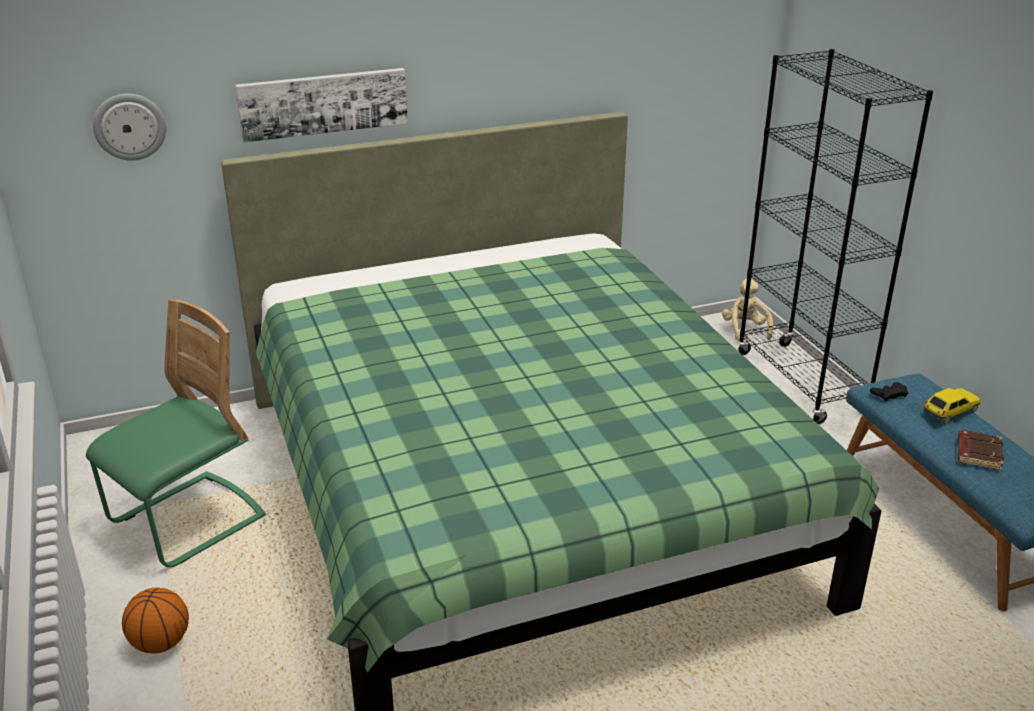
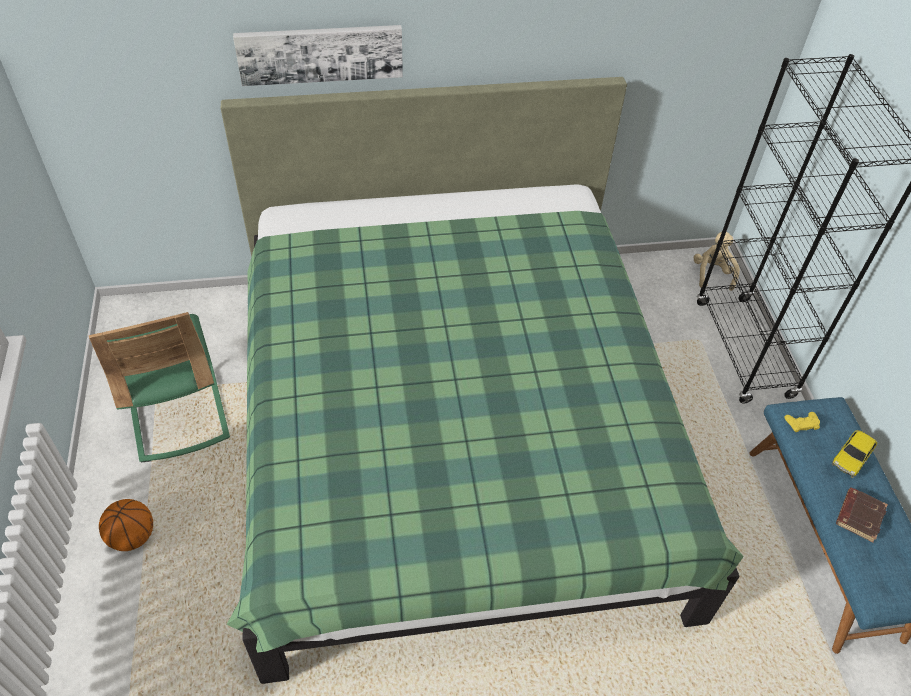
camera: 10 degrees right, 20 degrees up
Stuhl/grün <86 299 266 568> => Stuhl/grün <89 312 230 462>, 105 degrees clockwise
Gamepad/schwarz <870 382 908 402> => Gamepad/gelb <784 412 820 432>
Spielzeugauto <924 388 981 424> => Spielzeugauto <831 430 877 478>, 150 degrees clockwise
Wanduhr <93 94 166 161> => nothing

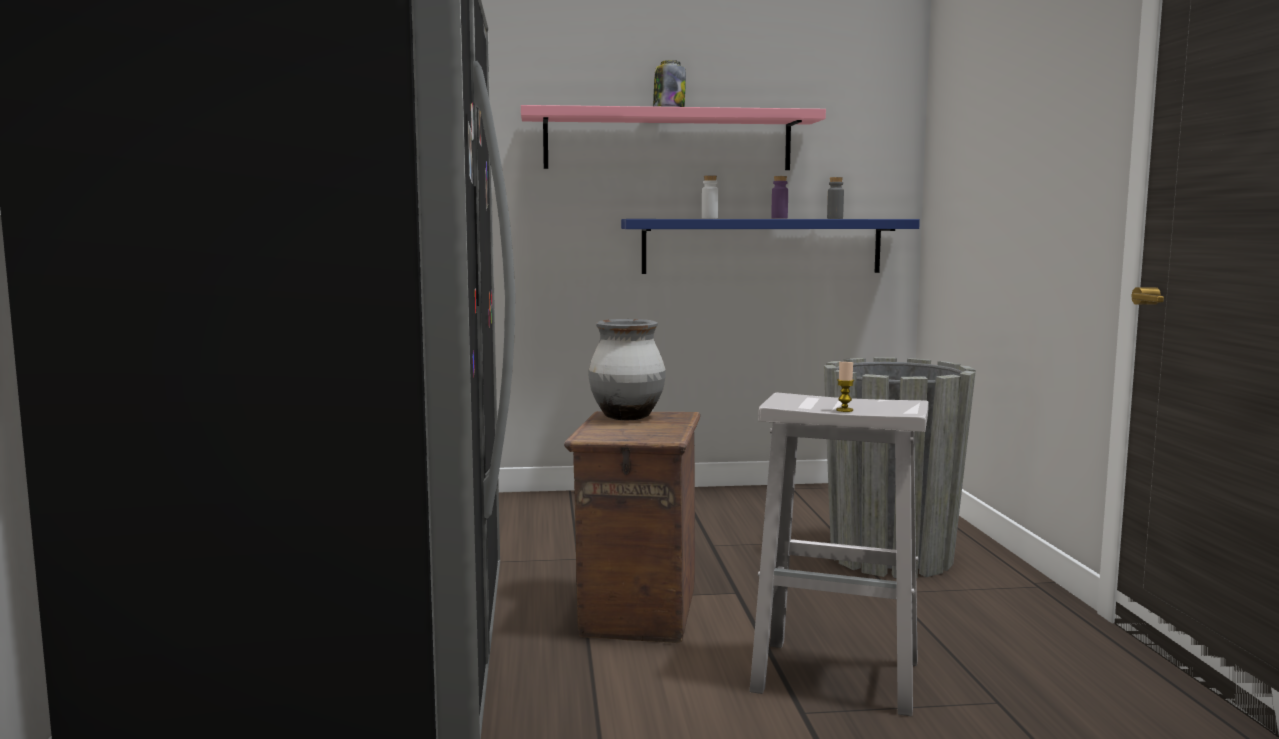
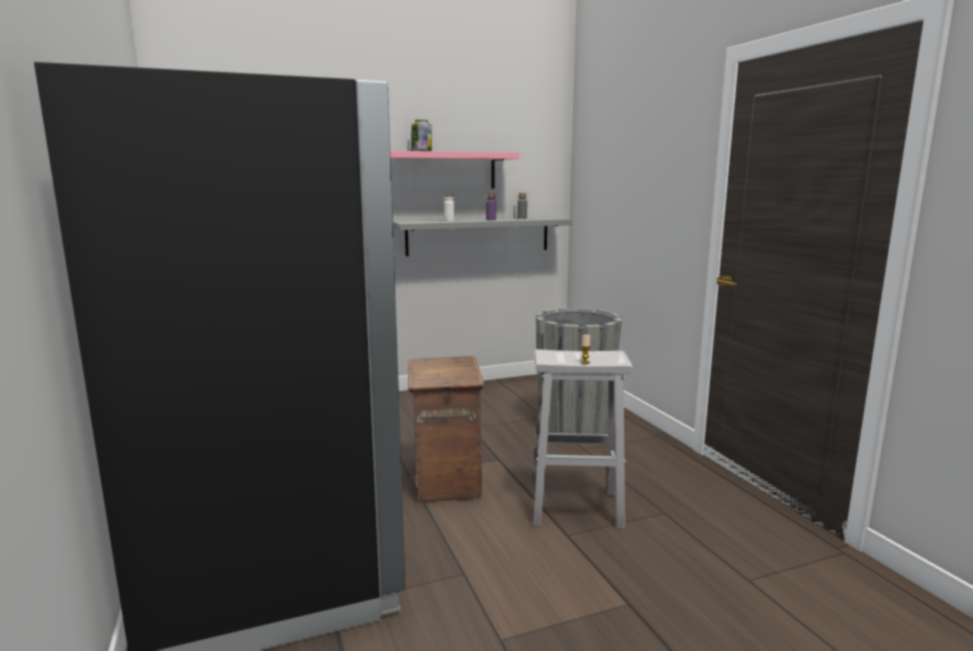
camera: 15 degrees left, 5 degrees up
Wandregal/blau <621 219 920 274> => Wandregal/grau <393 217 573 256>
Vase/grau <589 319 666 420> => nothing

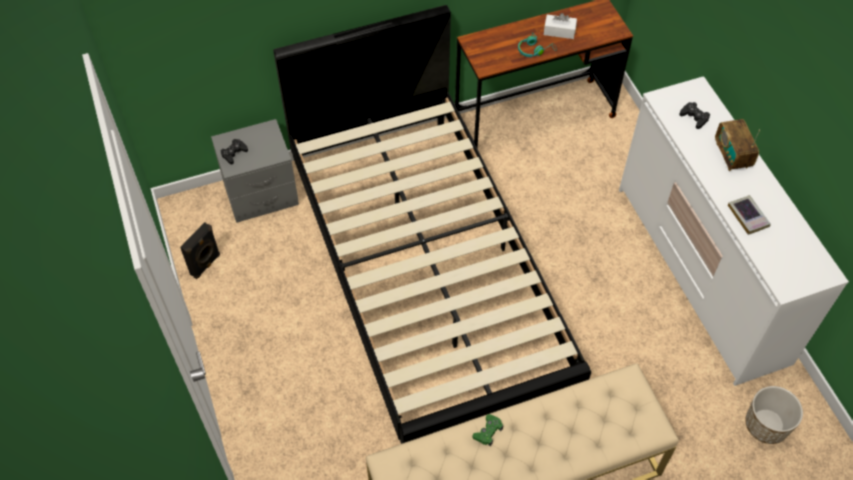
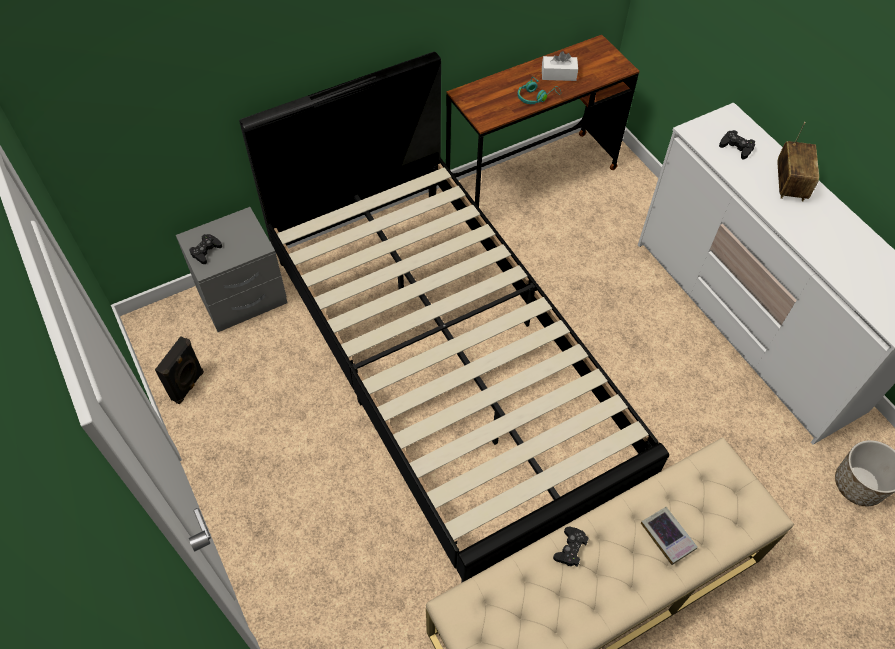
camera: 10 degrees left, 0 degrees up
Gamepad/grün <473 414 503 446> => Gamepad/schwarz <553 527 589 567>
Buch <728 195 771 235> => Buch <641 507 698 565>, relocated
Radio <715 119 760 171> => Radio <778 122 819 201>, 150 degrees counterclockwise

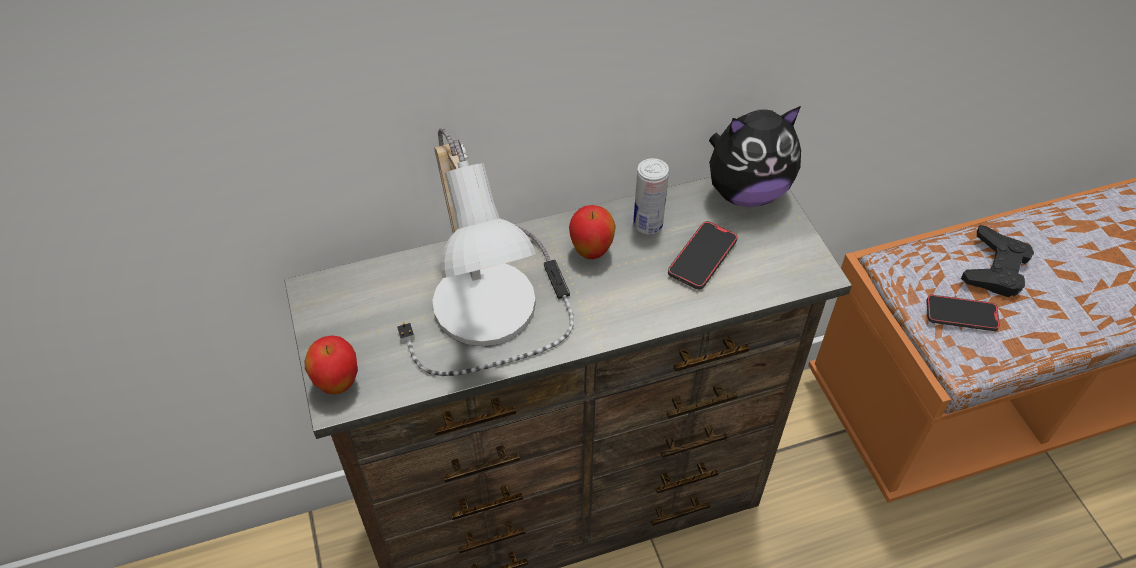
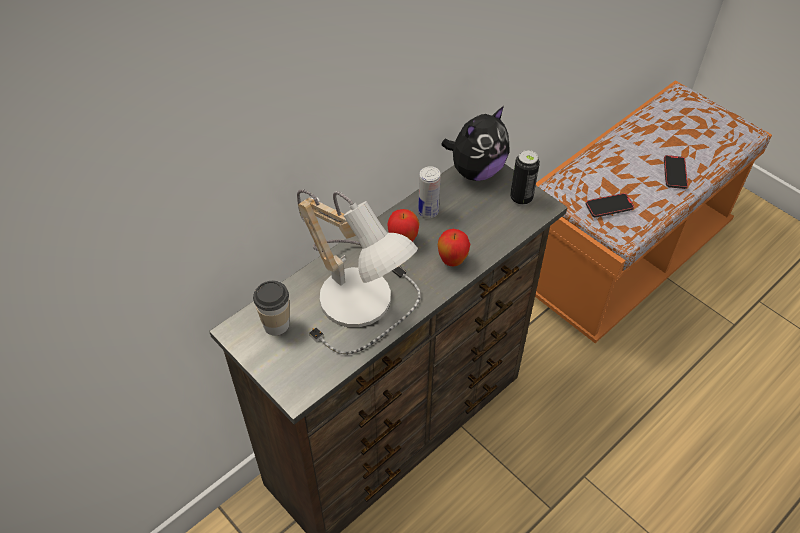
camera: 25 degrees left, 0 degrees up
nothing => Tasse <253 281 290 336>
Apfel <305 335 358 394> => Apfel <438 229 470 267>, relocated
nothing => Dose <510 150 540 205>
Handy <668 221 738 290> => Handy <664 155 688 189>, relocated
Gamepad/schwarz <961 225 1034 297> => nothing

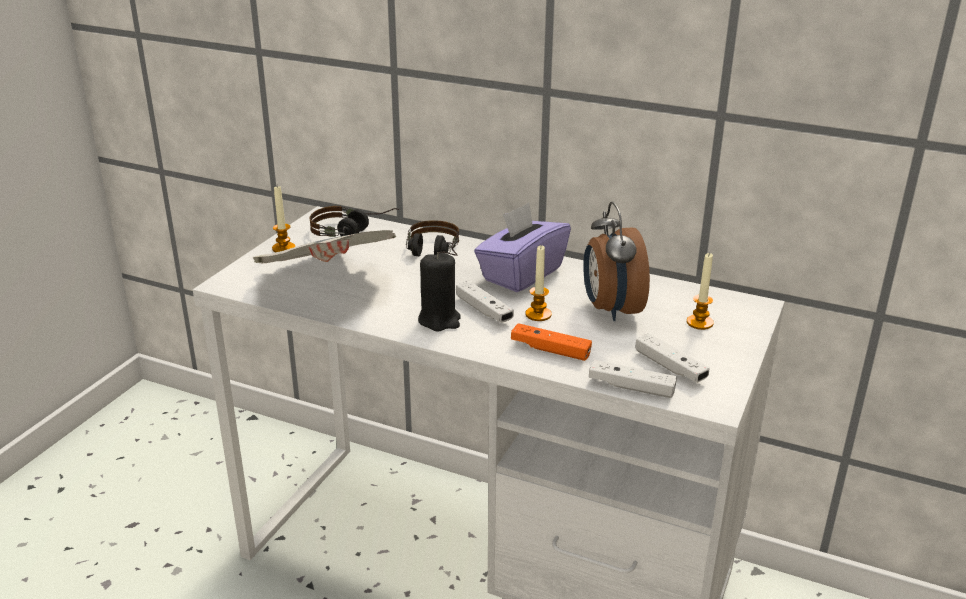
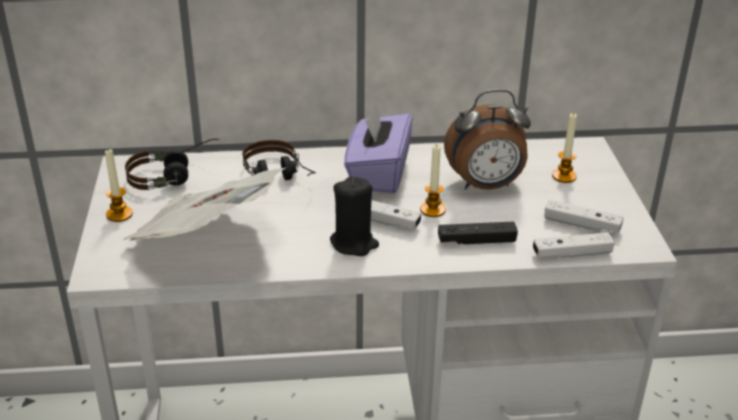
camera: 30 degrees left, 5 degrees up
Gamepad/orange <511 323 592 361> => Gamepad/schwarz <438 222 518 244>
Wecker <583 201 650 321> => Wecker <444 89 531 190>, 60 degrees counterclockwise

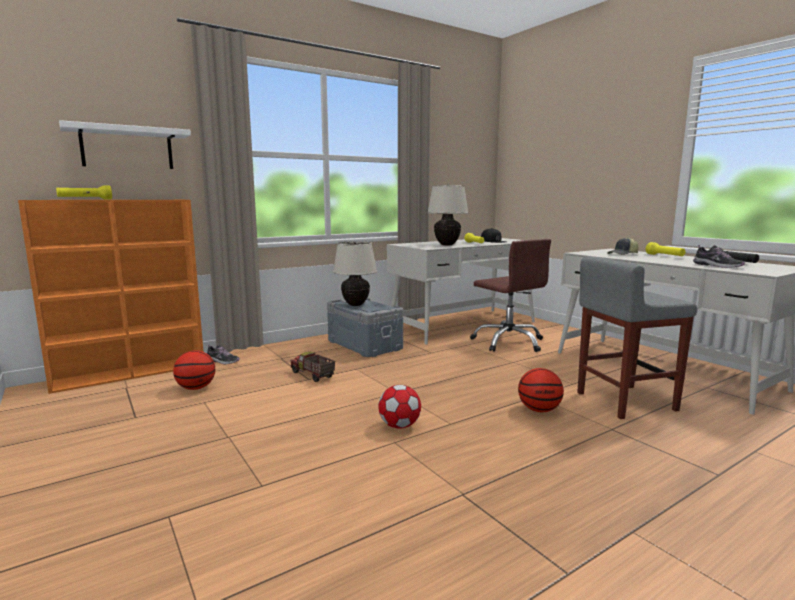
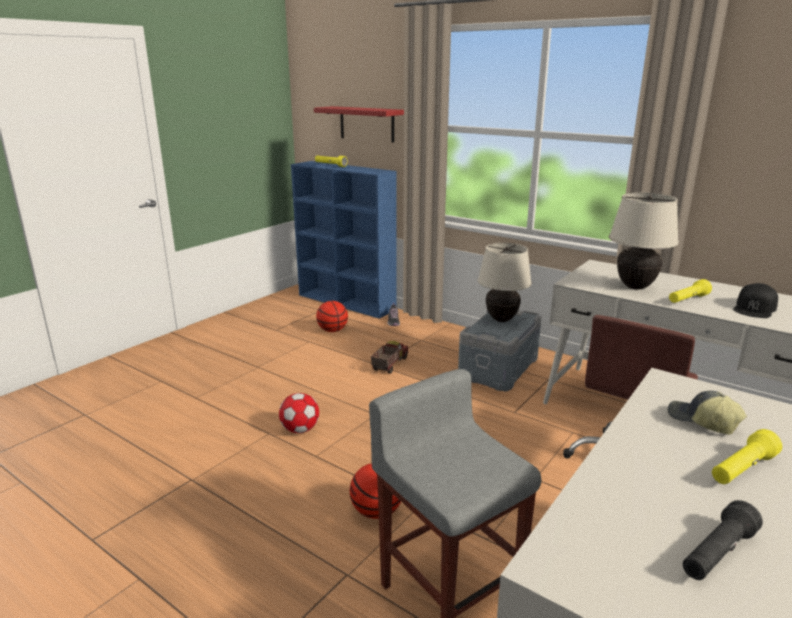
camera: 70 degrees right, 10 degrees up
Bücherregal/orange <18 200 204 394> => Bücherregal/blau <291 161 397 319>
Wandregal/weiß <59 120 191 169> => Wandregal/rot <314 106 404 143>
Schuh <693 245 745 268> => nothing

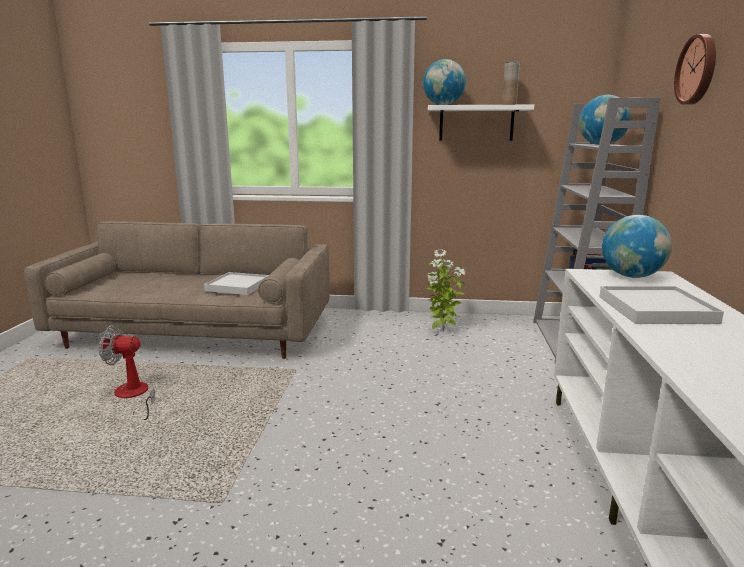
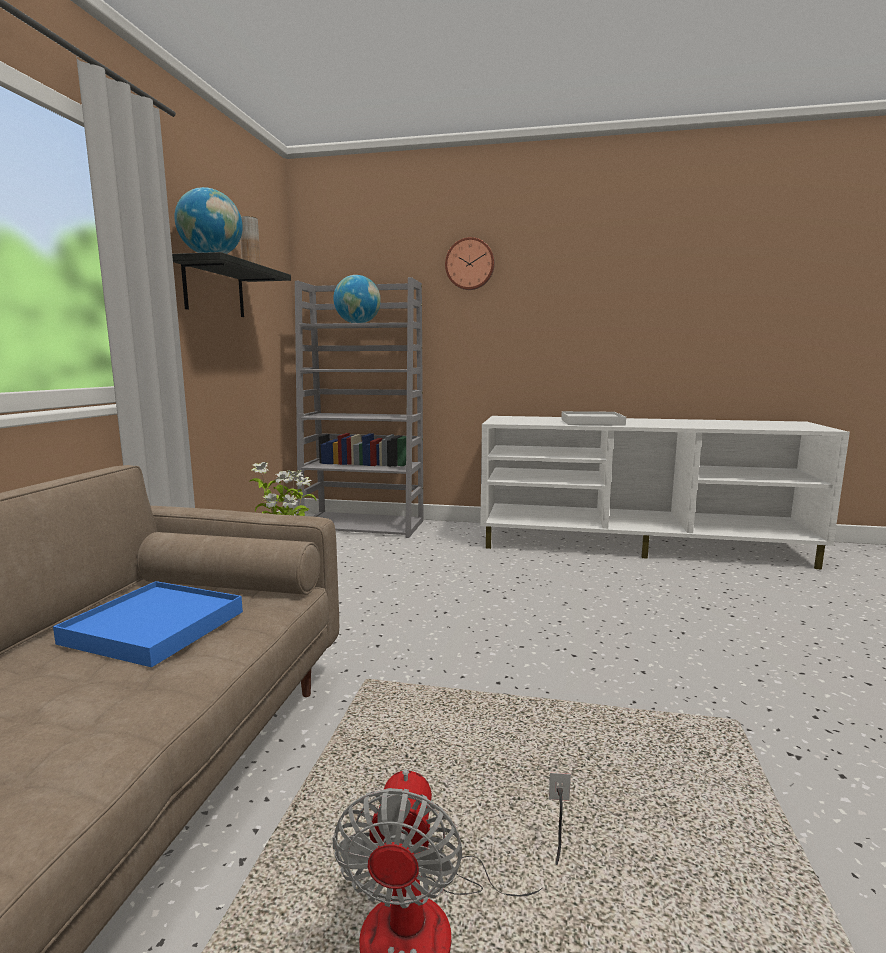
camera: 85 degrees left, 5 degrees down
Tablett/weiß <204 272 269 295> => Tablett/blau <53 581 243 667>
Wandregal/weiß <428 105 534 141> => Wandregal/schwarz <172 252 291 317>
Globus <602 215 672 278> => nothing

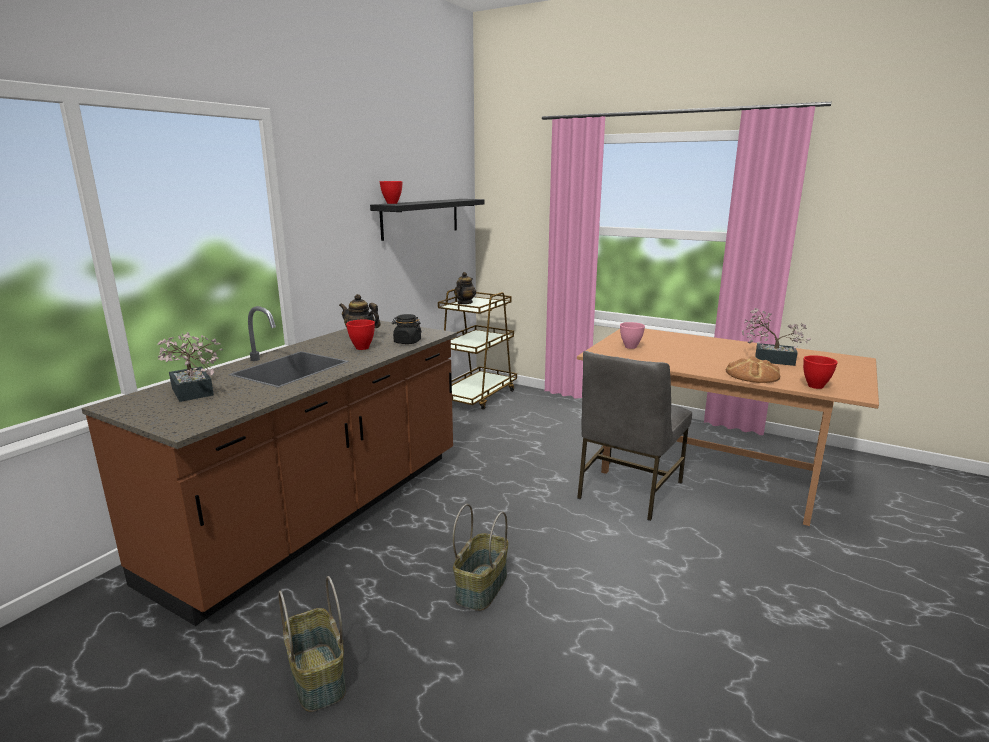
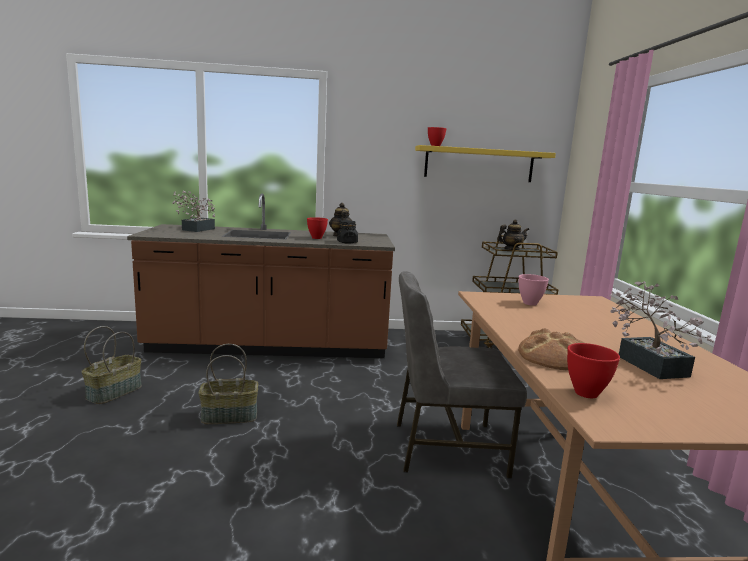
camera: 55 degrees right, 5 degrees down
Wandregal/schwarz <370 199 485 241> => Wandregal/gelb <415 145 556 182>

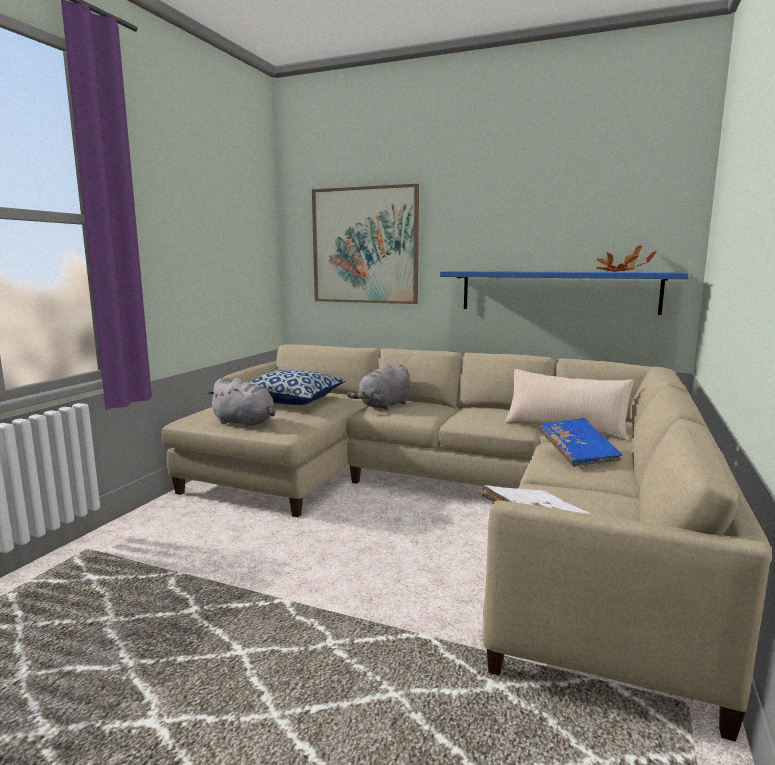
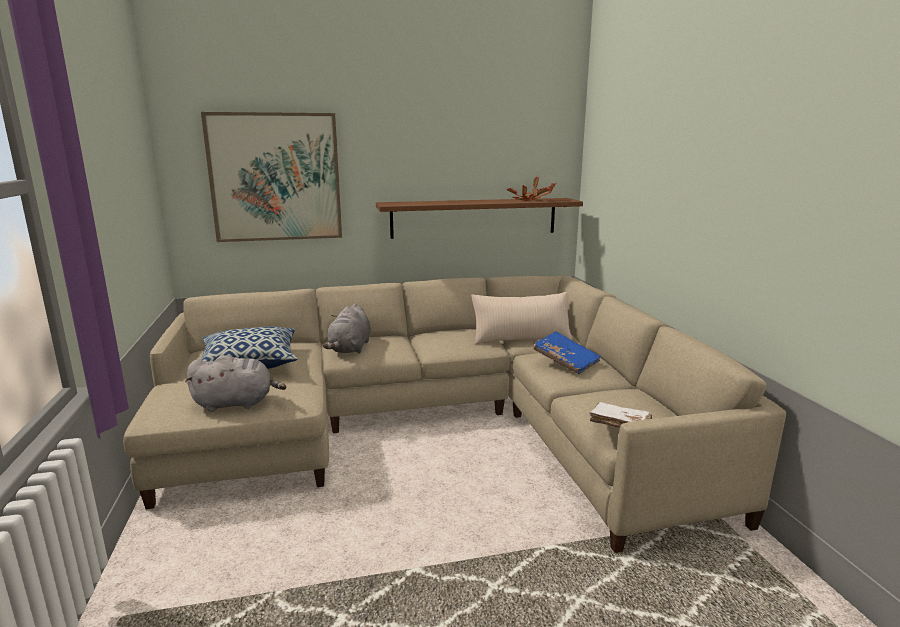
camera: 35 degrees left, 5 degrees up
Wandregal/blau <440 271 689 315> => Wandregal/braun <376 198 583 239>

